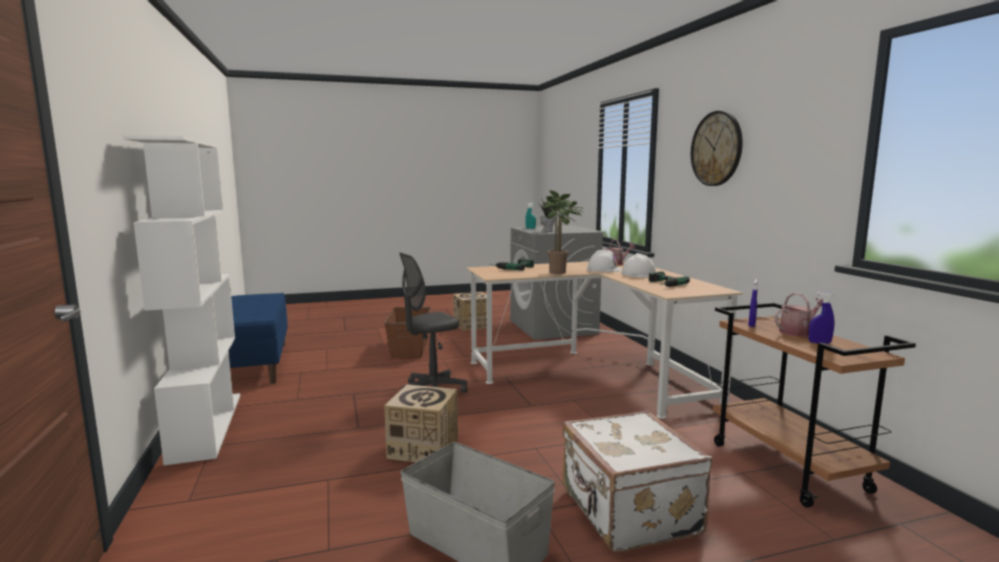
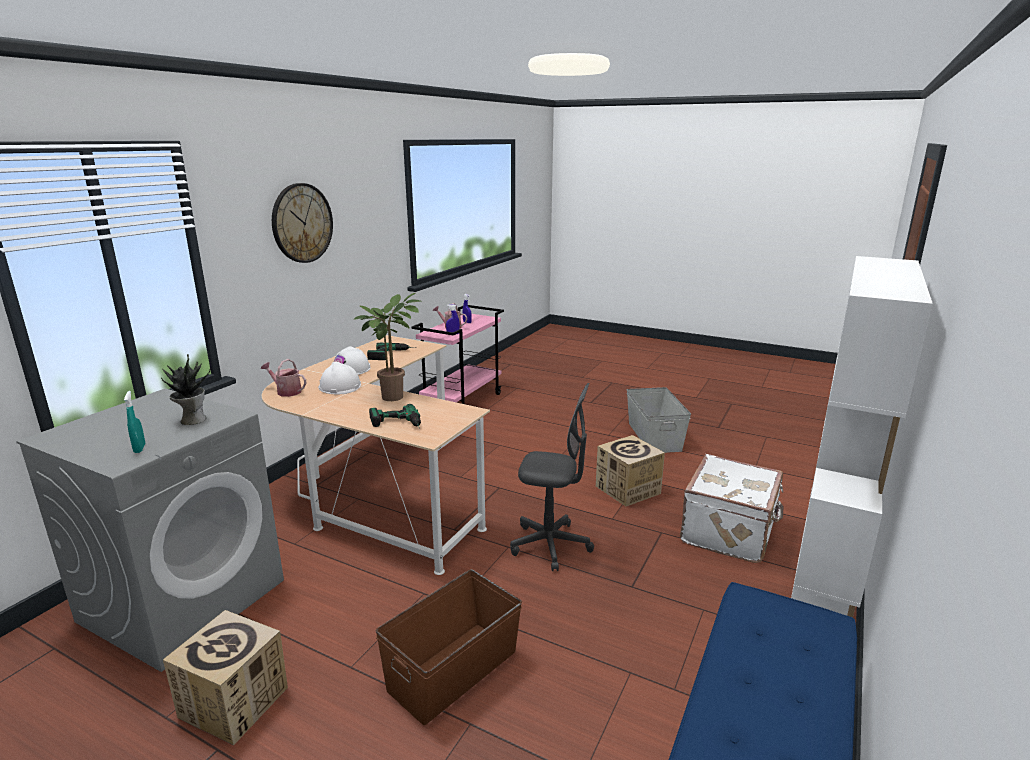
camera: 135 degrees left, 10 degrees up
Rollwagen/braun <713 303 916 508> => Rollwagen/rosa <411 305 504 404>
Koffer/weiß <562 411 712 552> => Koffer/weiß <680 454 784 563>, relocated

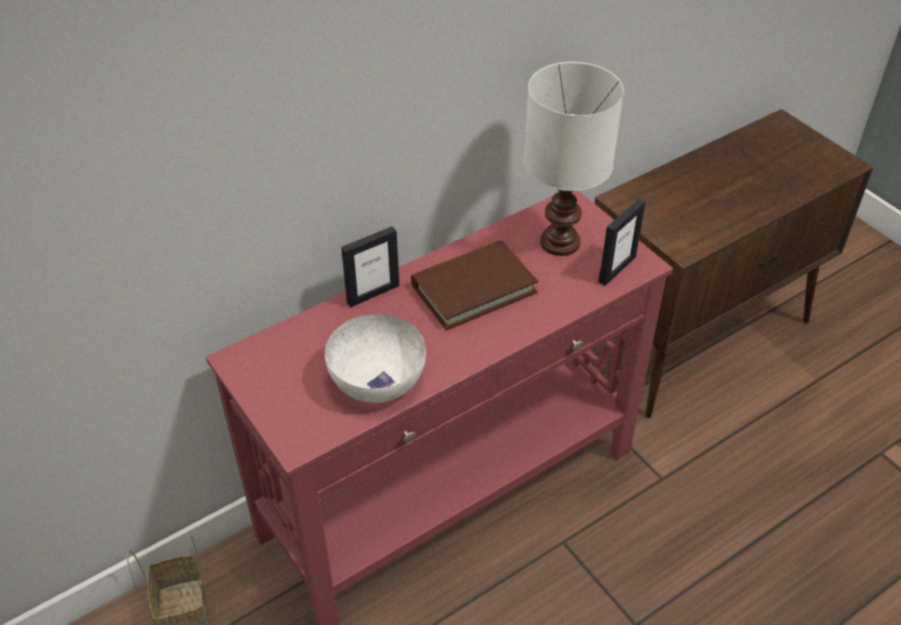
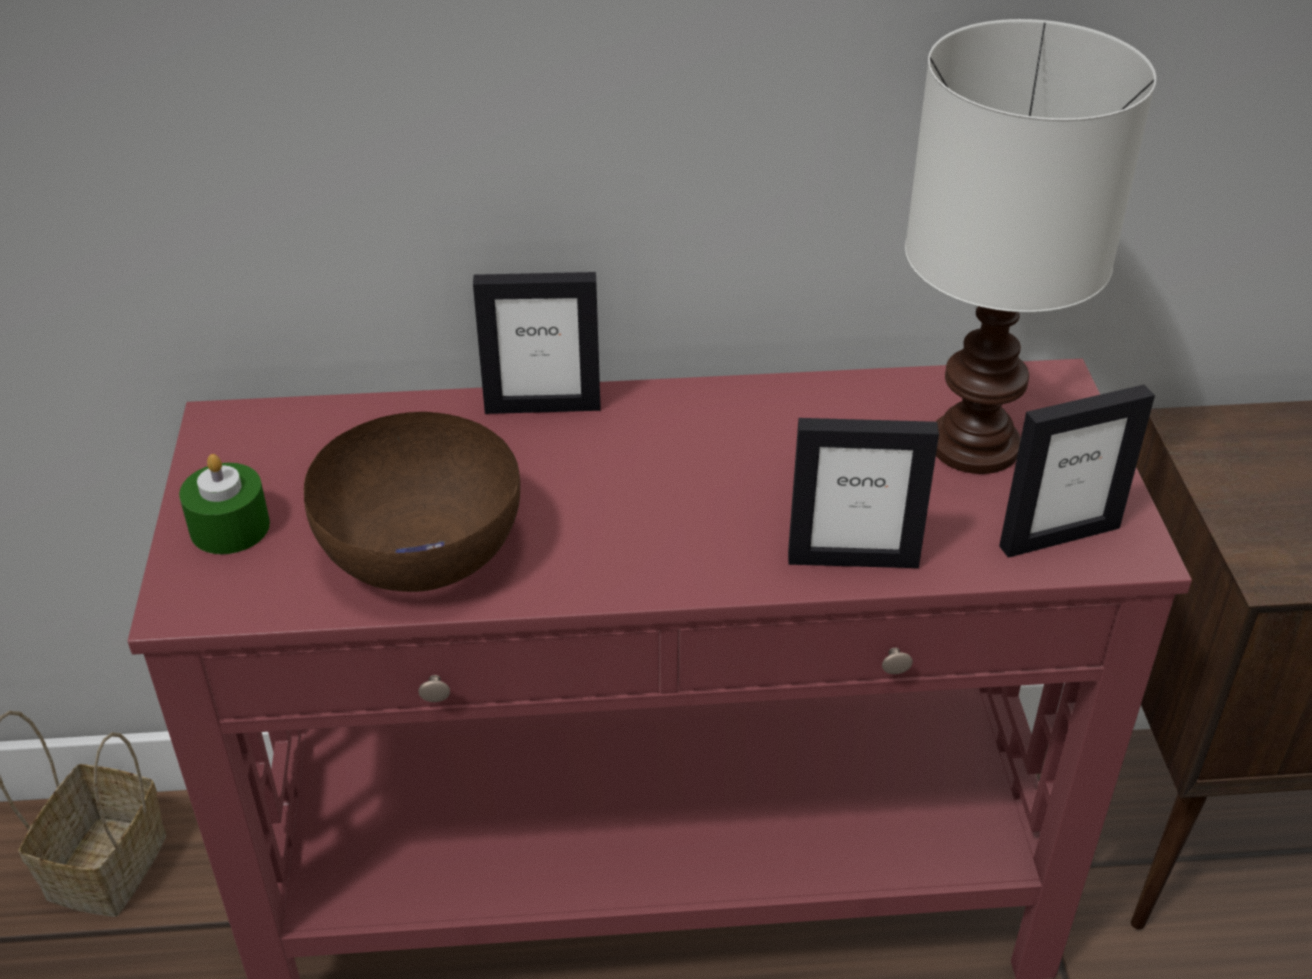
camera: 30 degrees right, 5 degrees down
nothing => Kerze/grün <179 454 270 554>
Schüssel/weiß <325 314 426 403> => Schüssel/braun <304 412 520 592>
nothing => Bilderrahmen <788 418 939 568>
Buch/braun <411 240 538 330> => nothing

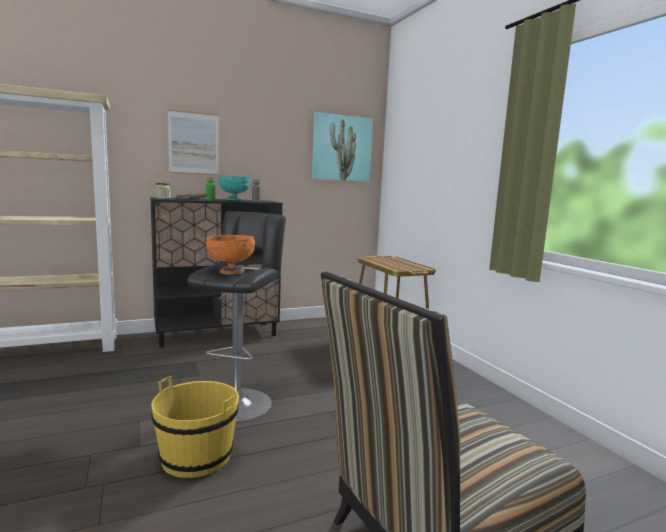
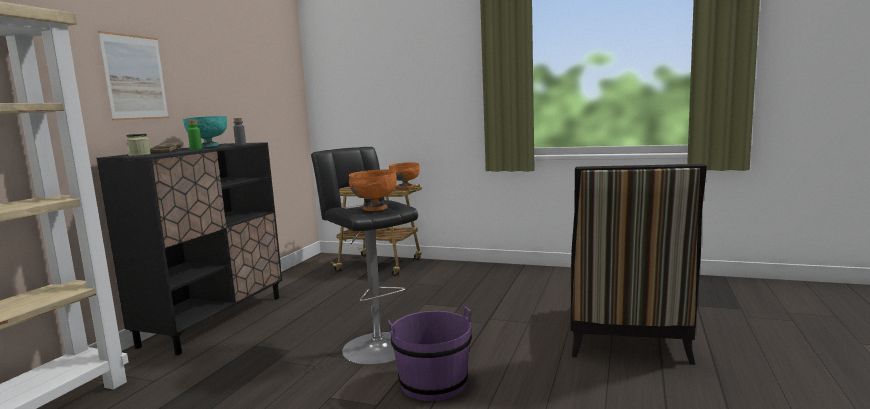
camera: 45 degrees left, 0 degrees up
Eimer/gelb <151 376 239 478> => Eimer/lila <388 306 472 401>
nothing => Schüssel/orange <389 162 420 188>
Bild <312 112 373 182> => nothing

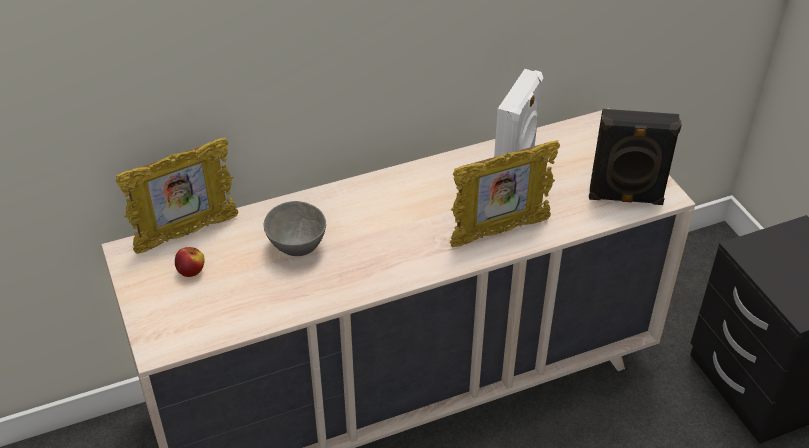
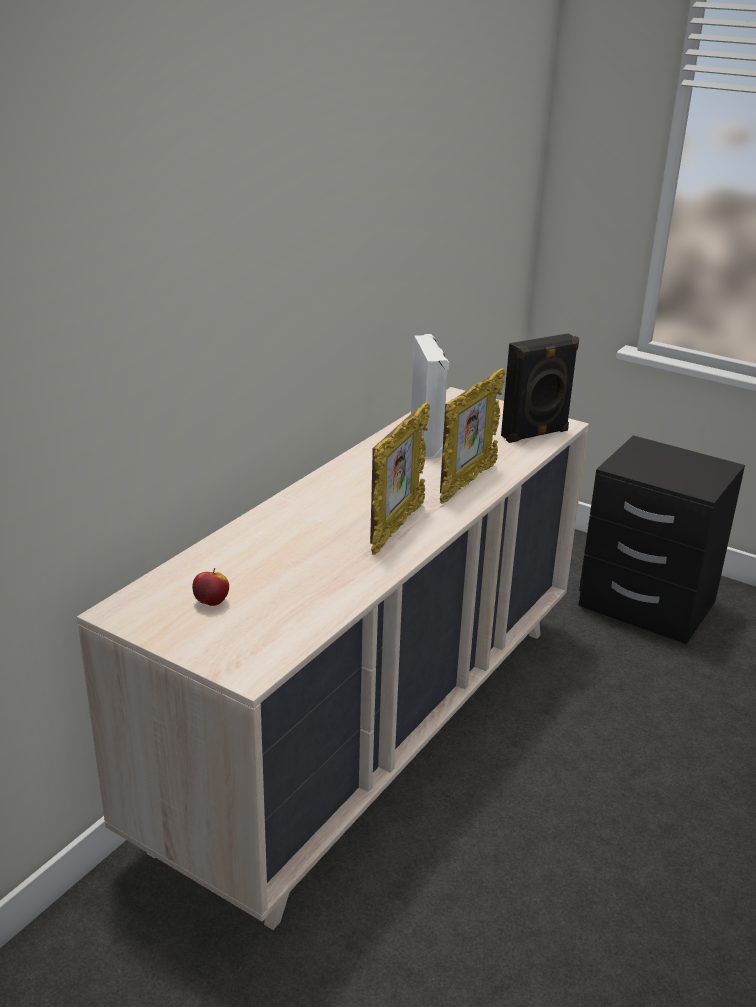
camera: 35 degrees left, 15 degrees down
Bilderrahmen <116 137 238 254> => Bilderrahmen <370 402 430 555>, relocated
Schüssel/grau <264 201 326 256> => nothing

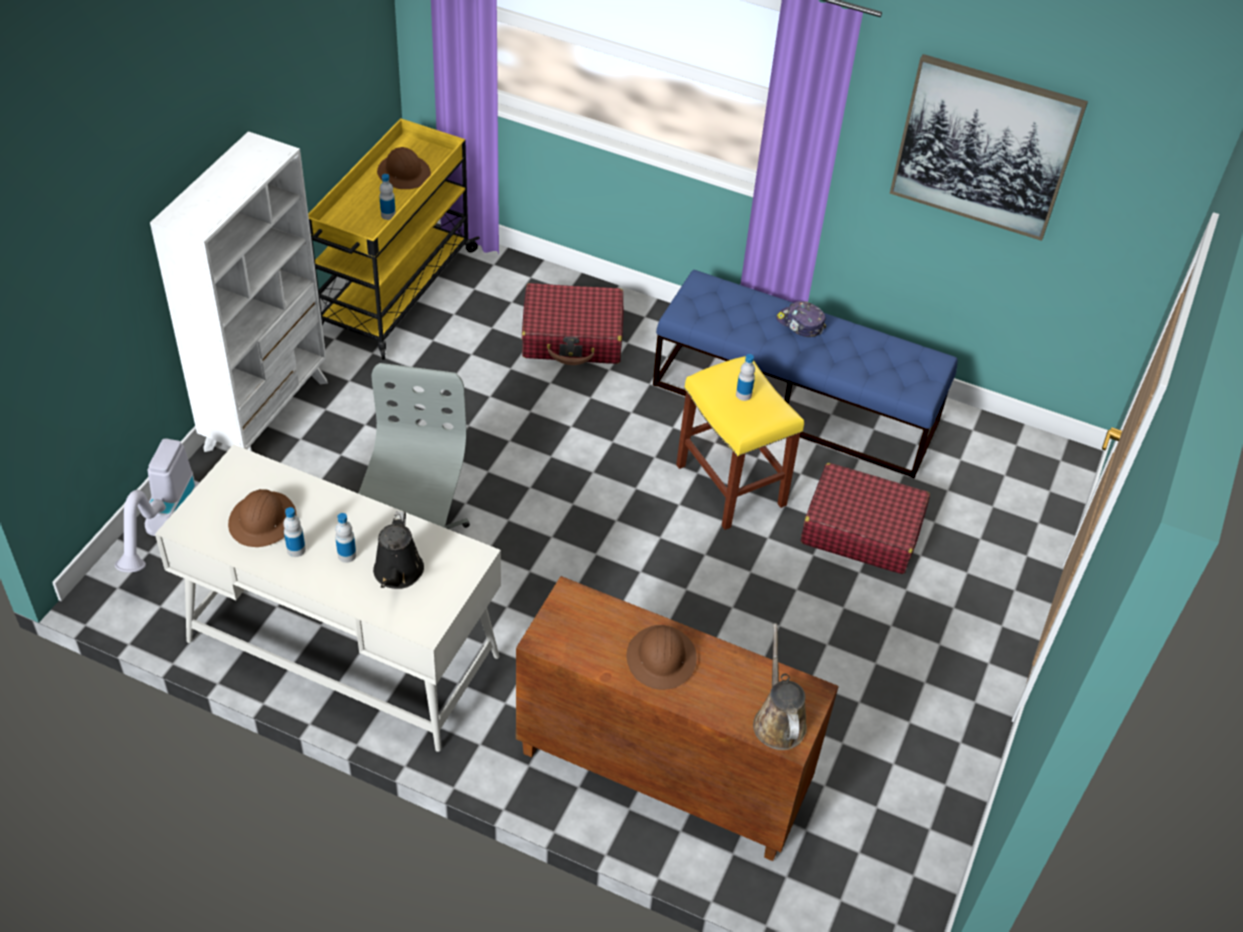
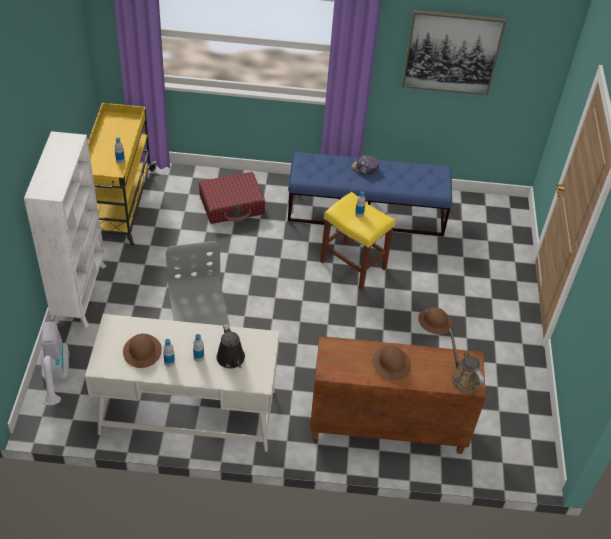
camera: 20 degrees left, 0 degrees up
Schutzhelm/braun <377 147 431 189> => Schutzhelm/braun <418 307 453 335>, relocated
Koffer/rot <800 463 930 574> => nothing

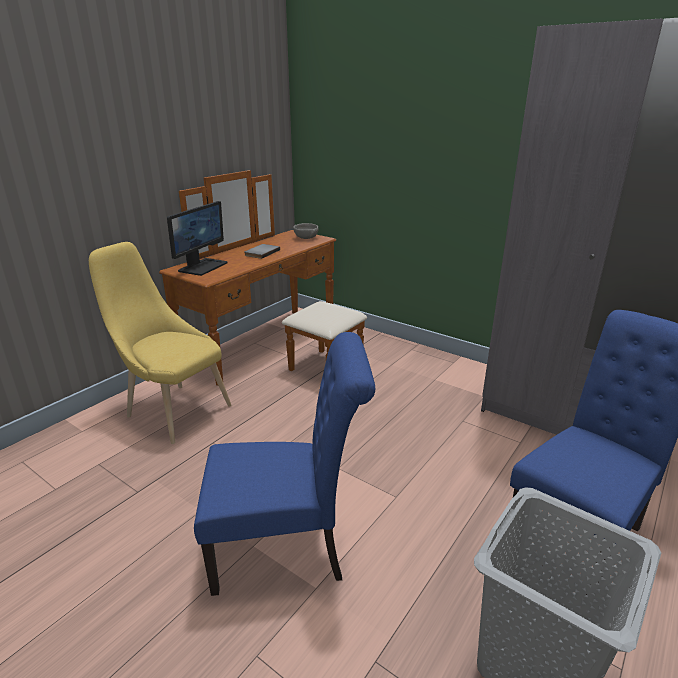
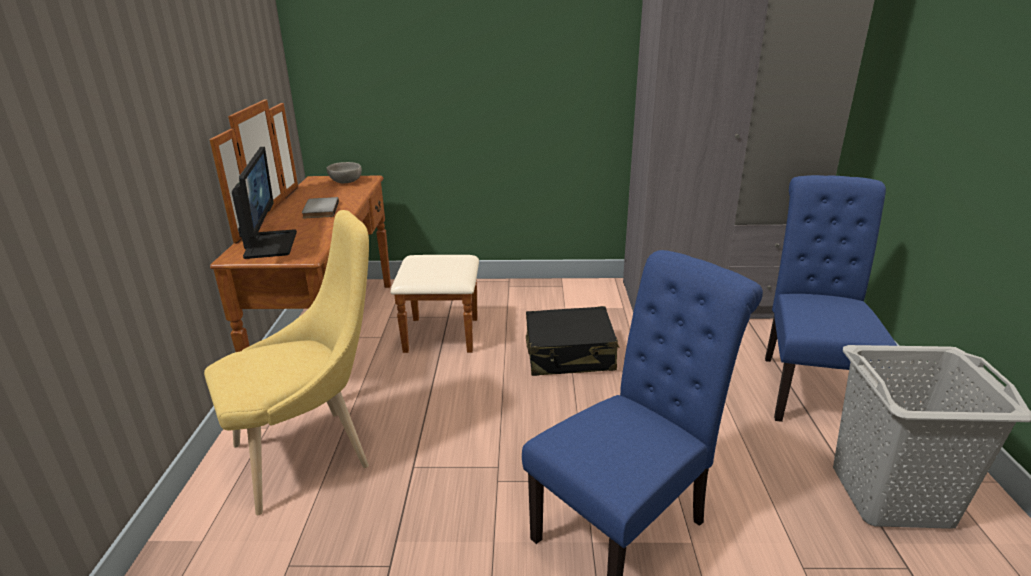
camera: 35 degrees left, 0 degrees up
Stuhl/gelb <89 242 232 444> => Stuhl/gelb <204 210 369 515>, 150 degrees clockwise
nothing => Koffer/schwarz <526 306 620 376>

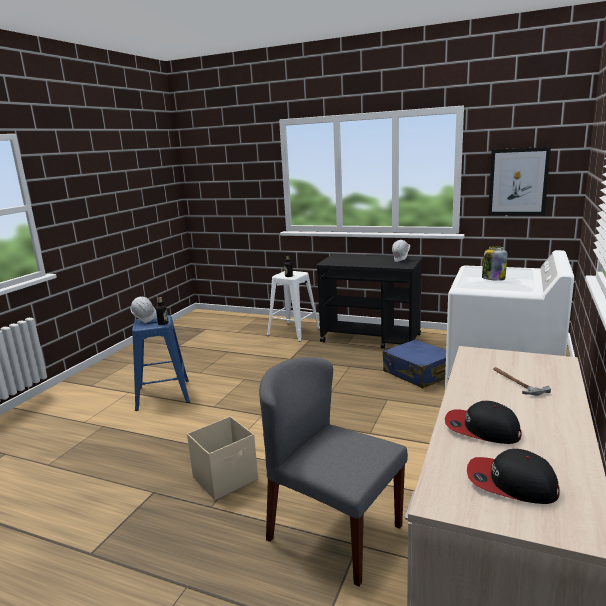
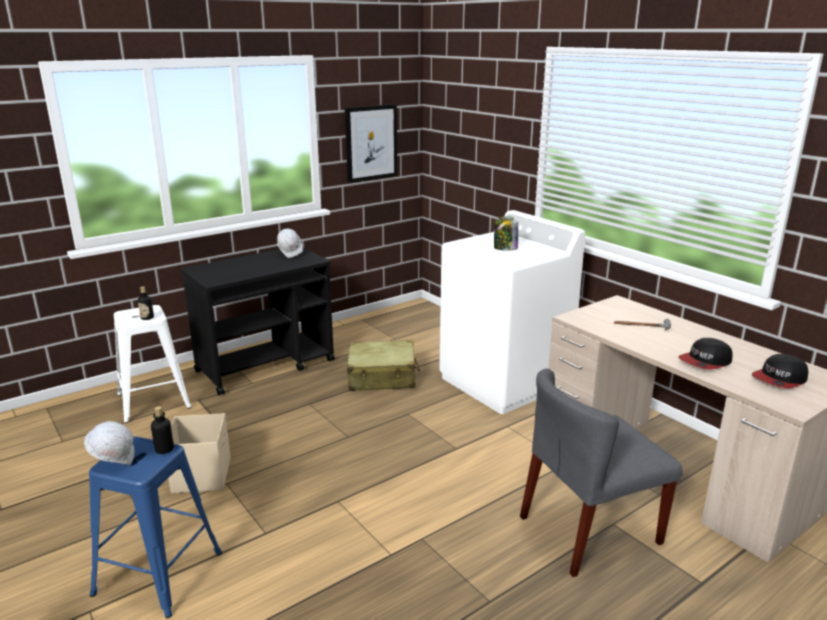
camera: 60 degrees left, 5 degrees up
Aufbewahrungsbox/beige <187 416 258 500> => Aufbewahrungsbox/beige <168 413 231 494>, relocated
Koffer/blau <383 339 446 388> => Koffer/beige <347 340 420 391>

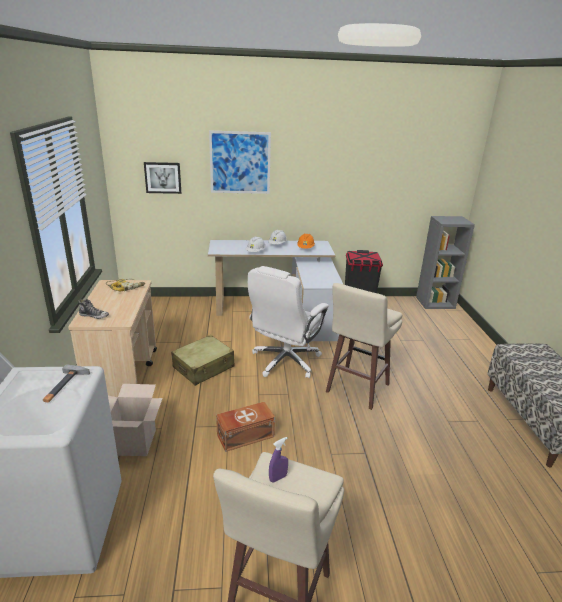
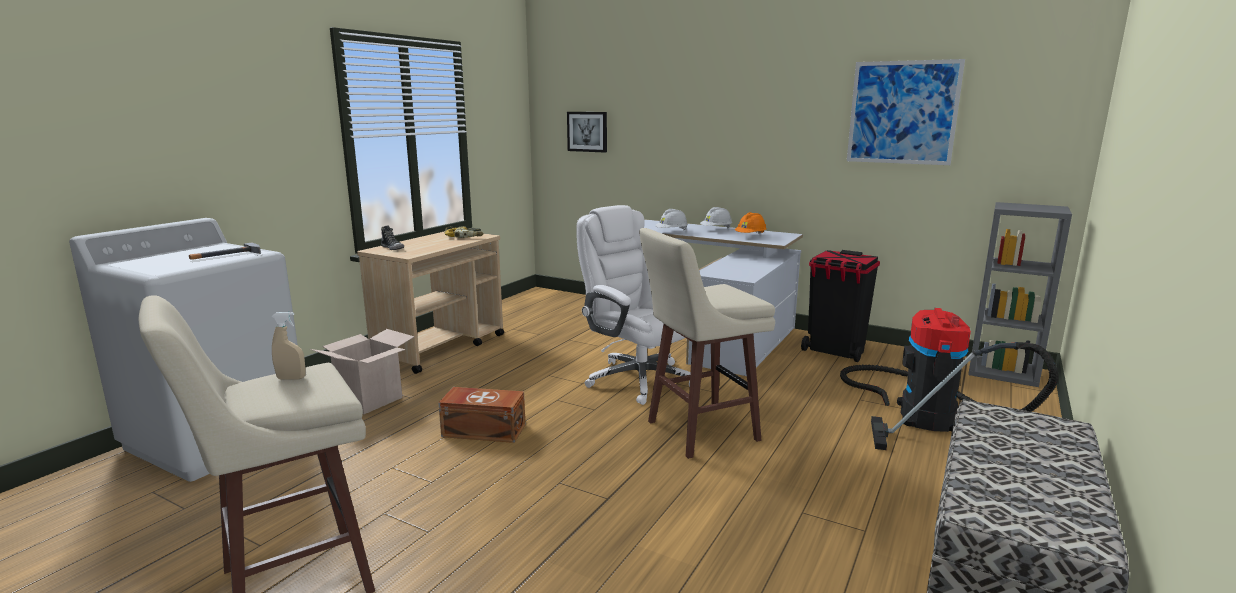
camera: 35 degrees right, 10 degrees down
Sprühflasche/lila <269 437 288 482> => Sprühflasche/beige <272 312 305 380>
Bürostuhl/weiß <248 266 329 378> => Bürostuhl/weiß <577 205 691 405>, 75 degrees clockwise
nothing => Staubsauger <840 308 1059 450>
Bild <209 131 271 194> => Bild <847 59 965 165>, relocated
Koffer/beige <171 335 234 386> => nothing

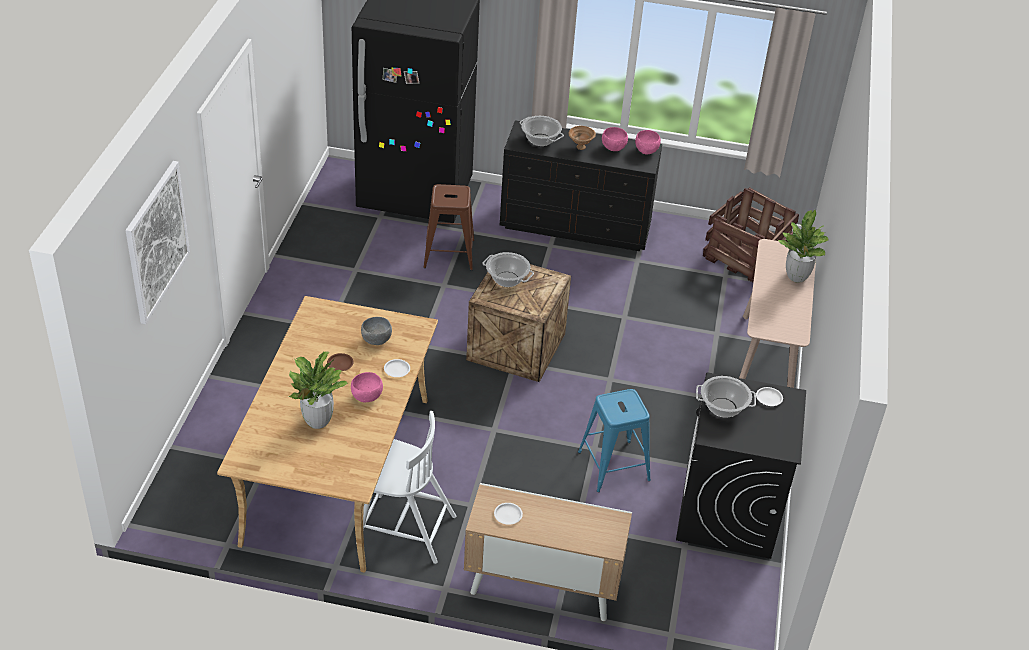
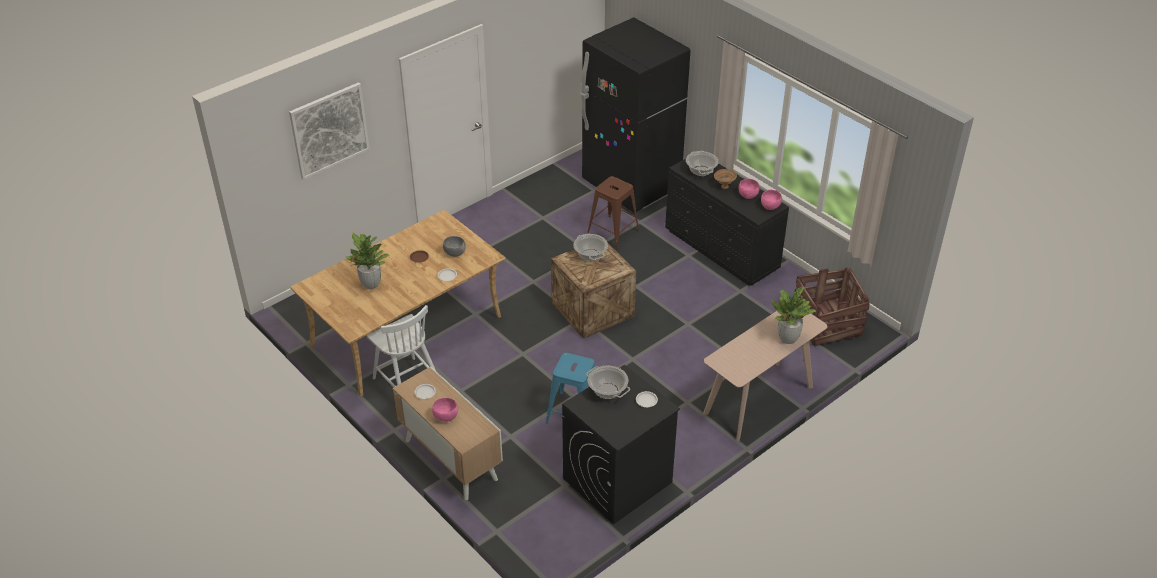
camera: 40 degrees right, 0 degrees up
Schüssel/rosa <351 372 383 403> => Schüssel/rosa <432 398 458 422>, relocated

